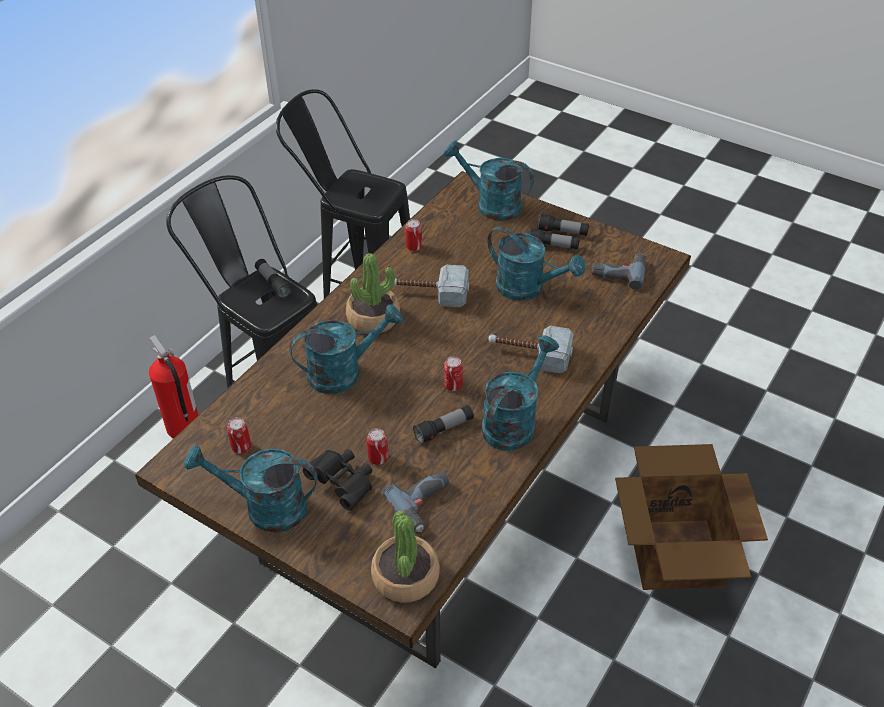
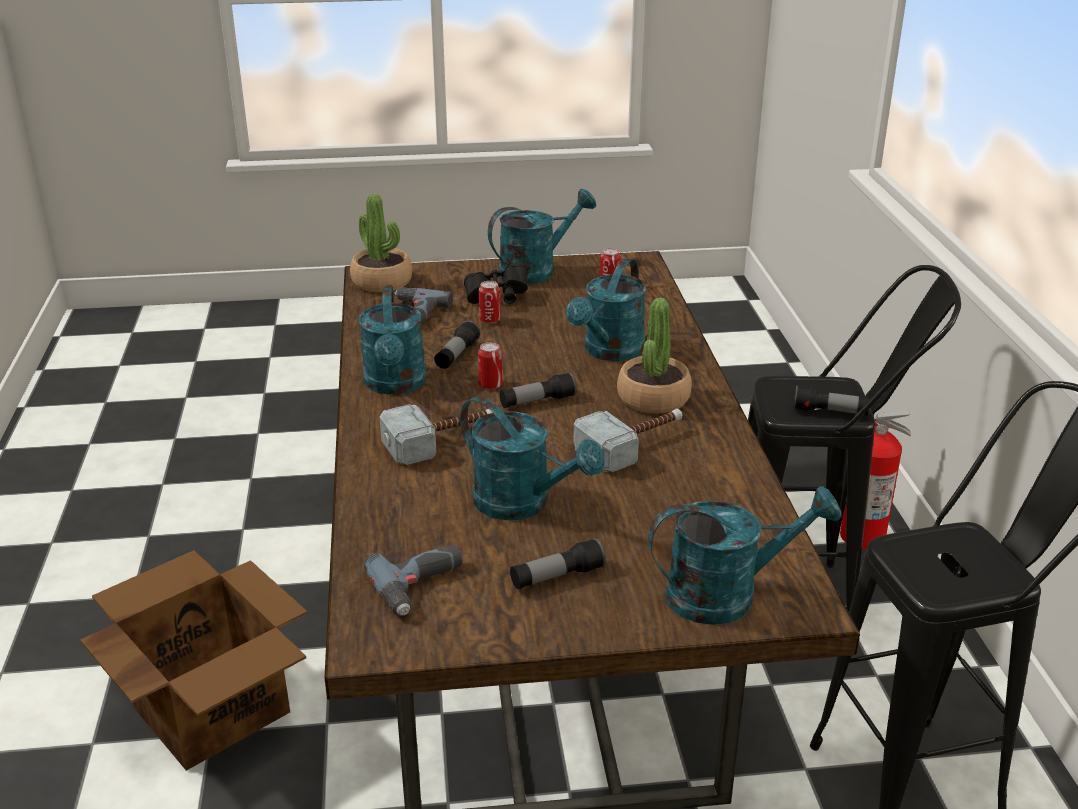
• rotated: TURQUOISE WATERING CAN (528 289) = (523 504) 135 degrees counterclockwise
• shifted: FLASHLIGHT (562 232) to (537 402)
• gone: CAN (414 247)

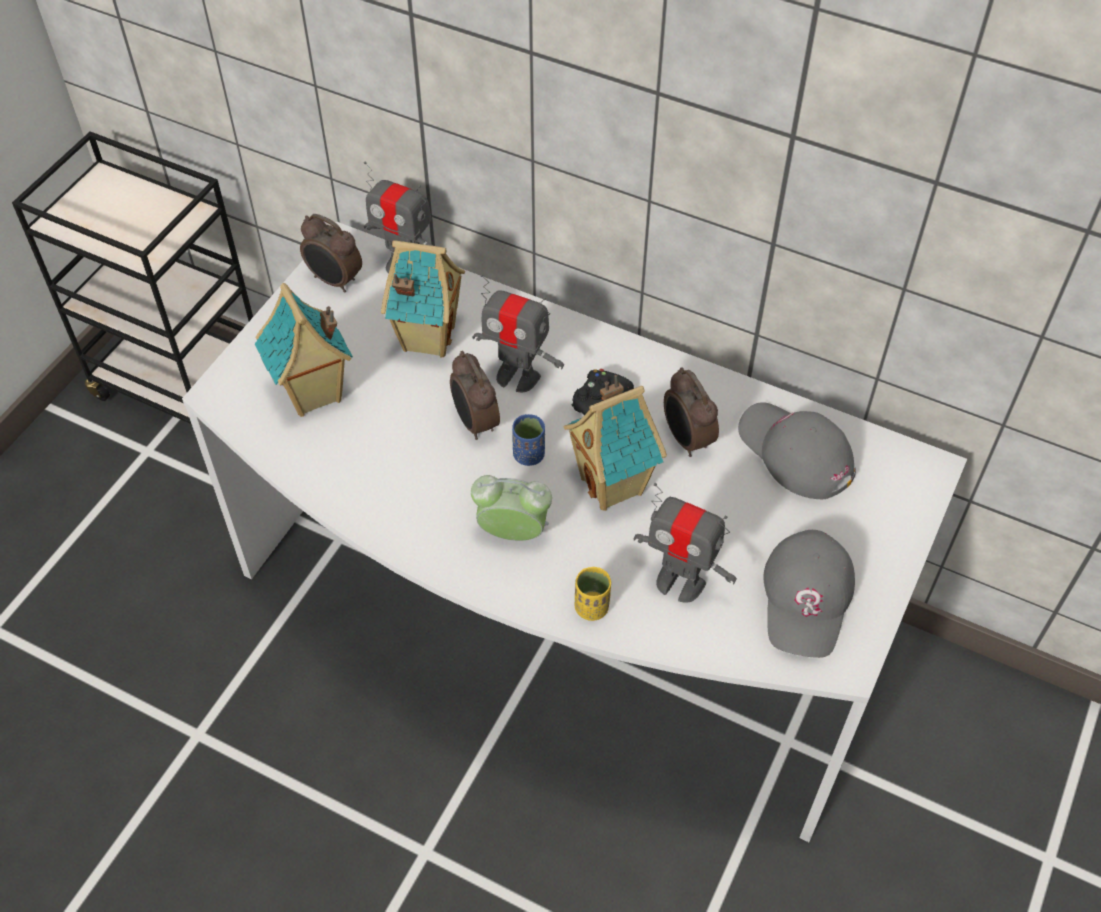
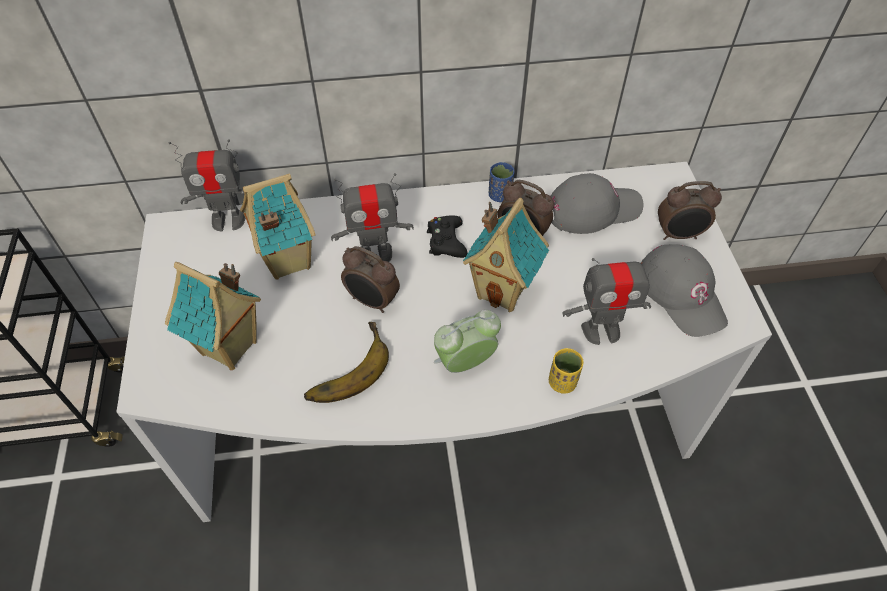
• new: BANANA (344 367)
• shifted: BLUE CUP (529 455) to (500 195)
• rotated: GREY CAP (794 453) = (592 209) 150 degrees clockwise
• shifted: ALARM CLOCK (334 281) to (679 235)

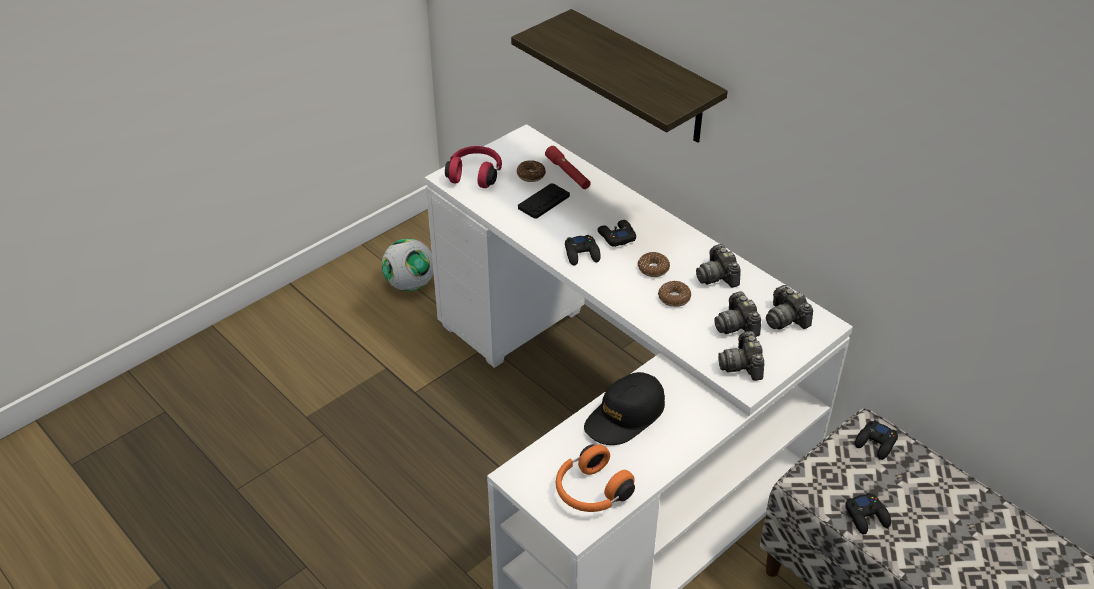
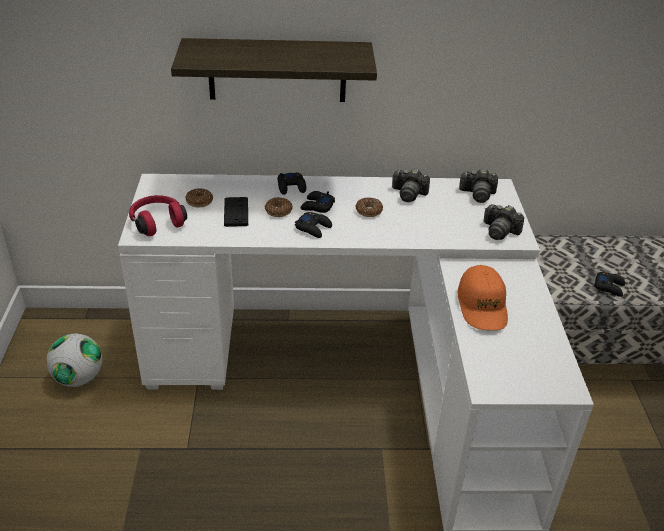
• shifted: DONUT (674 298) to (278 211)
• shifted: BLACK GAME CONTROLLER (875 443) to (291 187)
• repainted: BLACK CAP (625 416) to ORANGE CAP (482 306)
• gone: RED FLASHLIGHT (568 173)
• gone: ORANGE HEADPHONES (591 492)
• gone: PHOTO CAMERA (737 325)

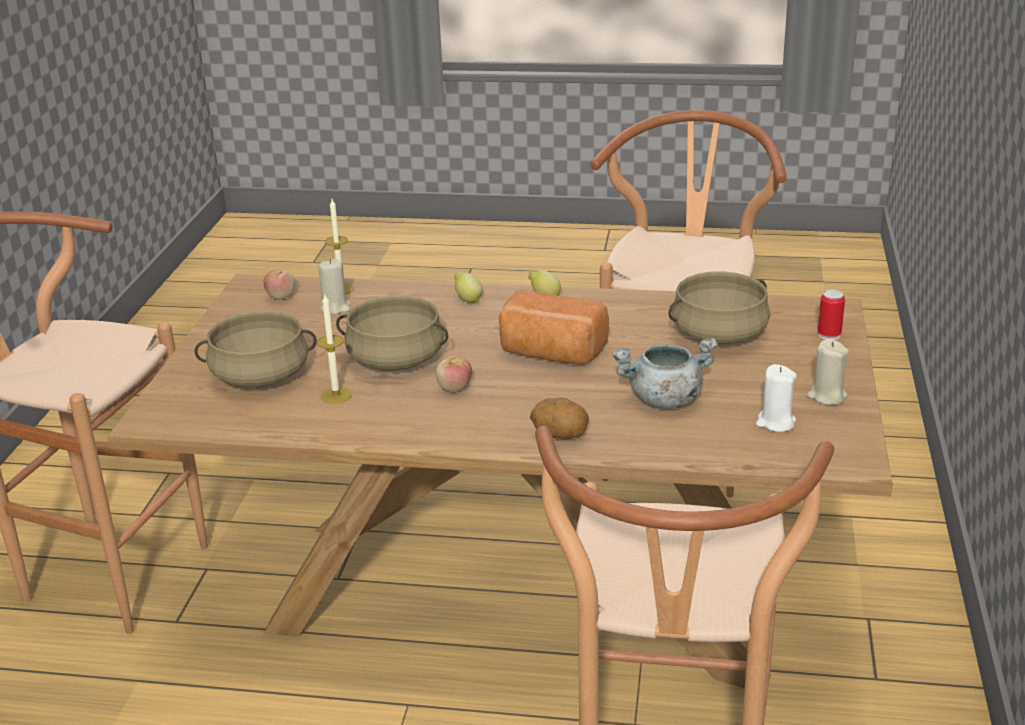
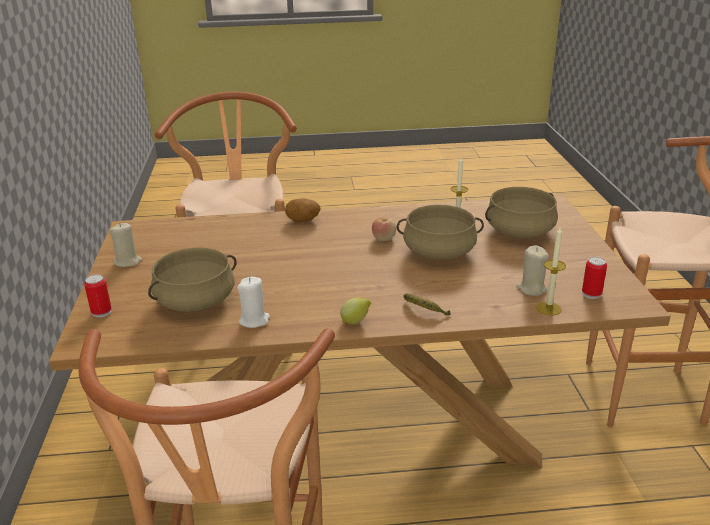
• shifted: WHITE CANDLE (775 423) to (254 320)
• swapped: LEMON (468 300) to BANANA (424 310)
• swapped: APPLE (281 296) to CAN (591 294)
• gone: BREAD (551 353)
• gone: GREY COOKING POT (665 400)

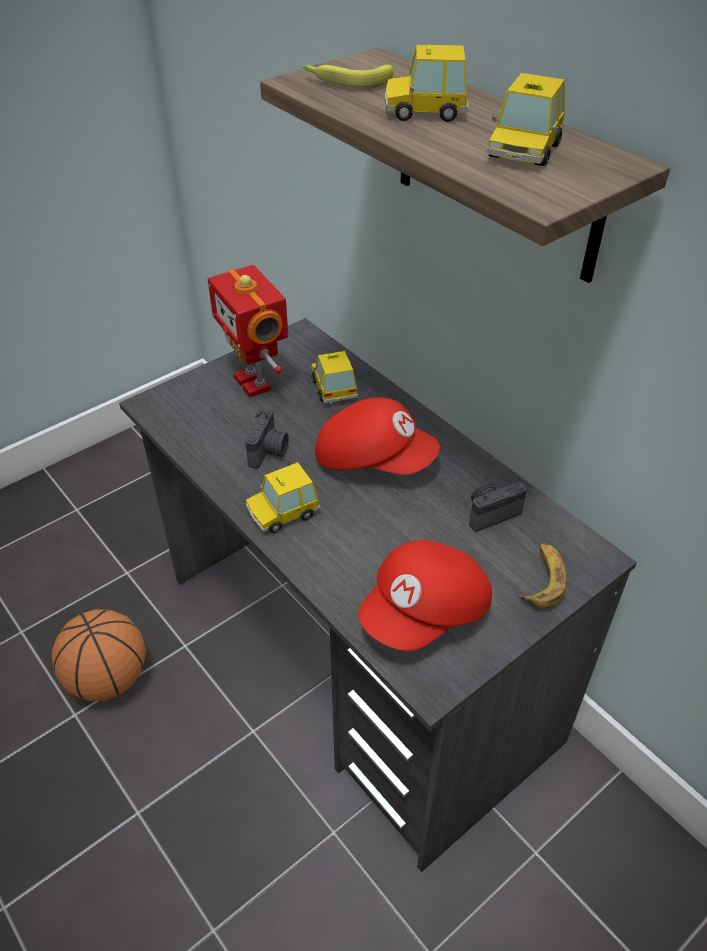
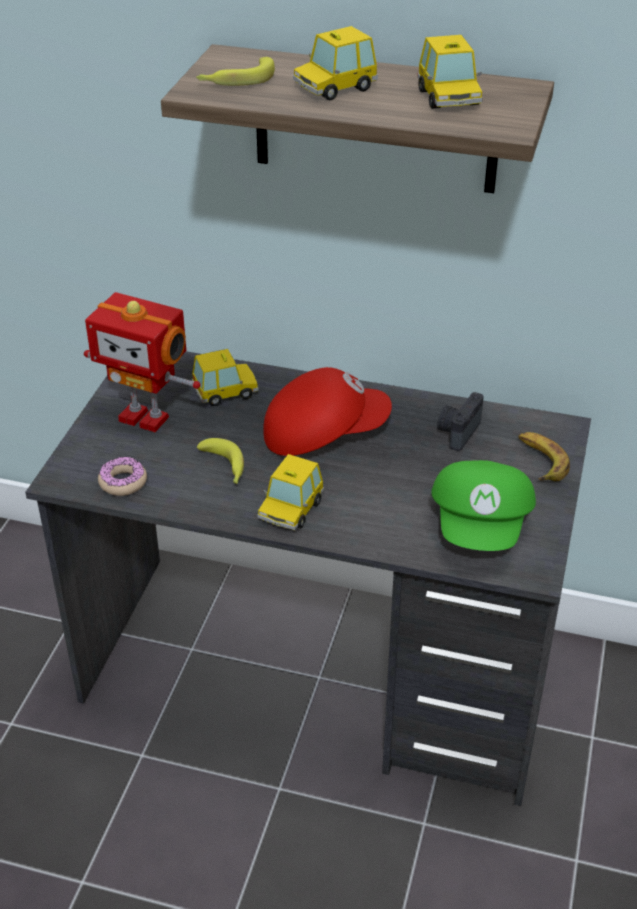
• new: DONUT (123 482)
• rotated: TOY CAR (333 388) = (225 391) 120 degrees clockwise
• swapped: PHOTO CAMERA (269 451) to BANANA (224 468)
• repainted: RED CAP (426 613) to GREEN CAP (482 525)
• gone: BASKETBALL (108 679)

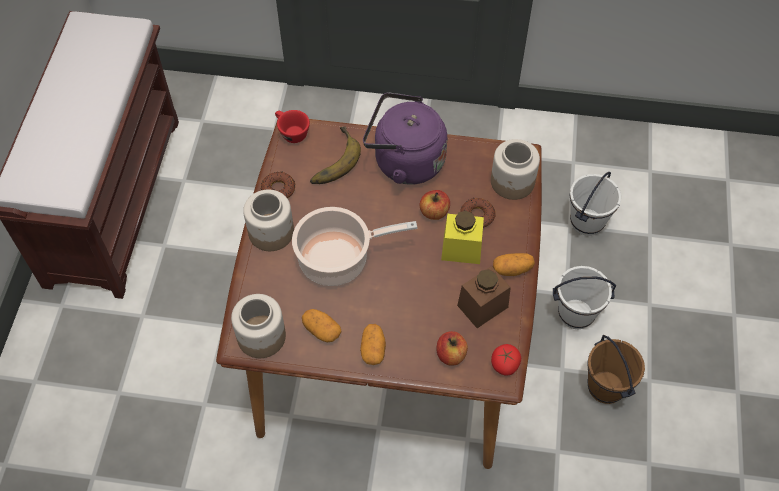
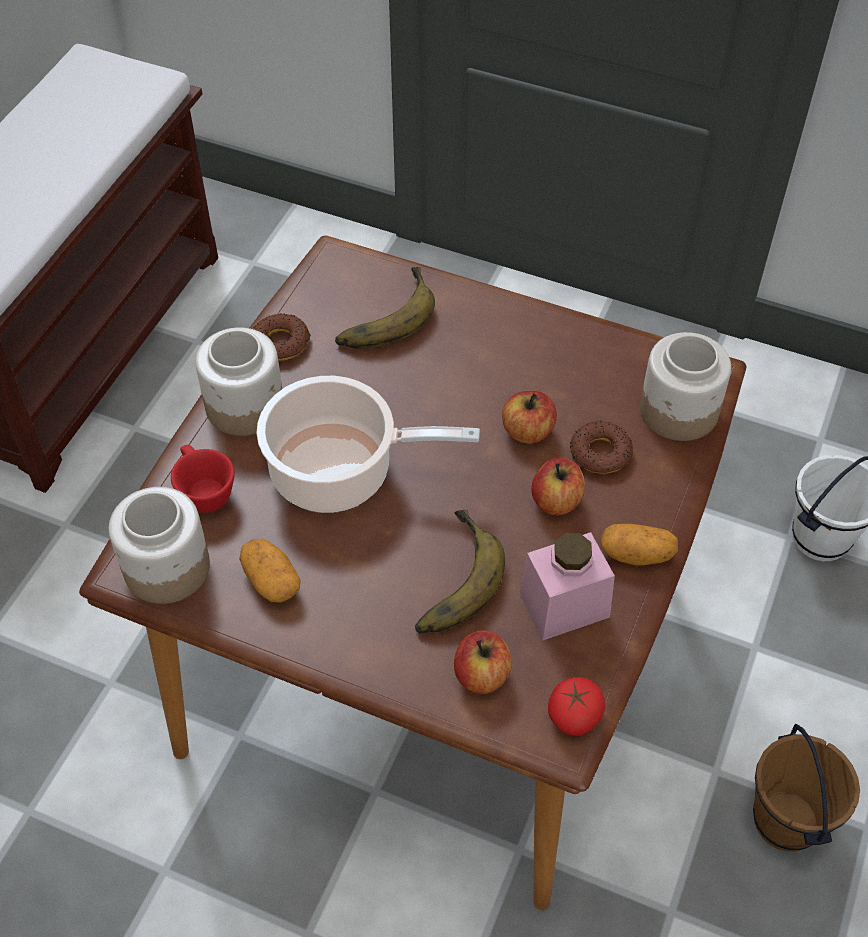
• shifted: RED CUP (291 132) to (203 490)
• new: BANANA (447 579)
• repainted: BROWN JAR (482 306) to PINK JAR (564 605)
• swapped: YELLOW JAR (461 249) to APPLE (556 501)
• gone: POTATO (373 349)
• gone: PURPLE KETTLE (404 161)
• gone: WHITE BUCKET (576 313)

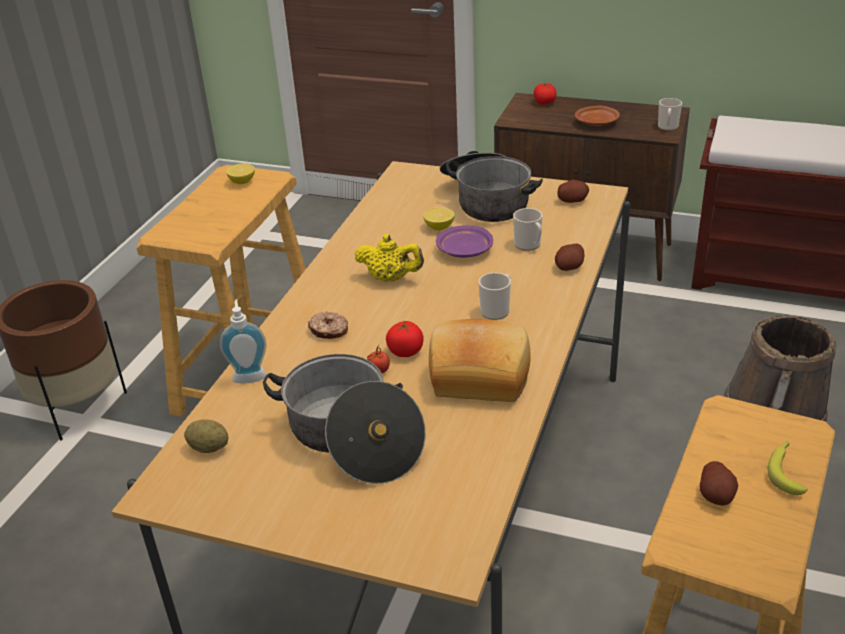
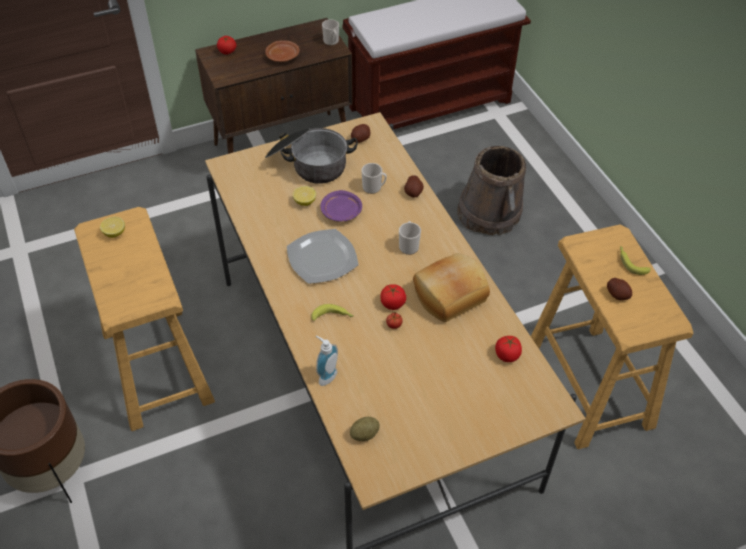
• swapped: YELLOW TEAPOT (390 278) to PLATE (322 257)
• swapped: DONUT (329 331) to BANANA (333 316)
• new: TOMATO (507 355)
• gone: COOKING POT (351 438)

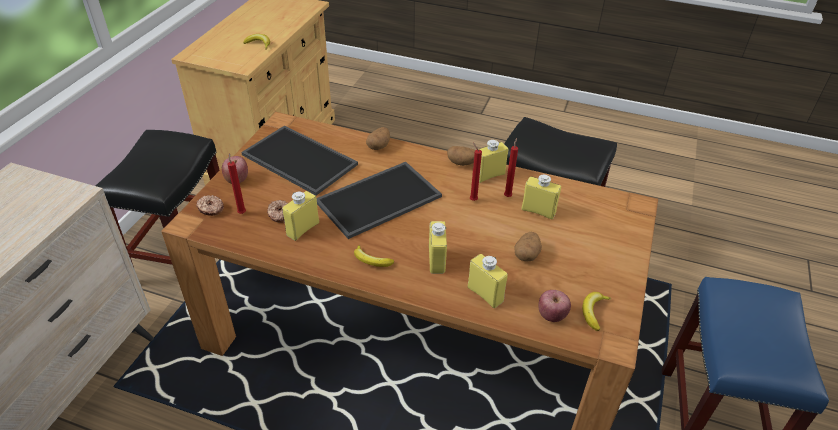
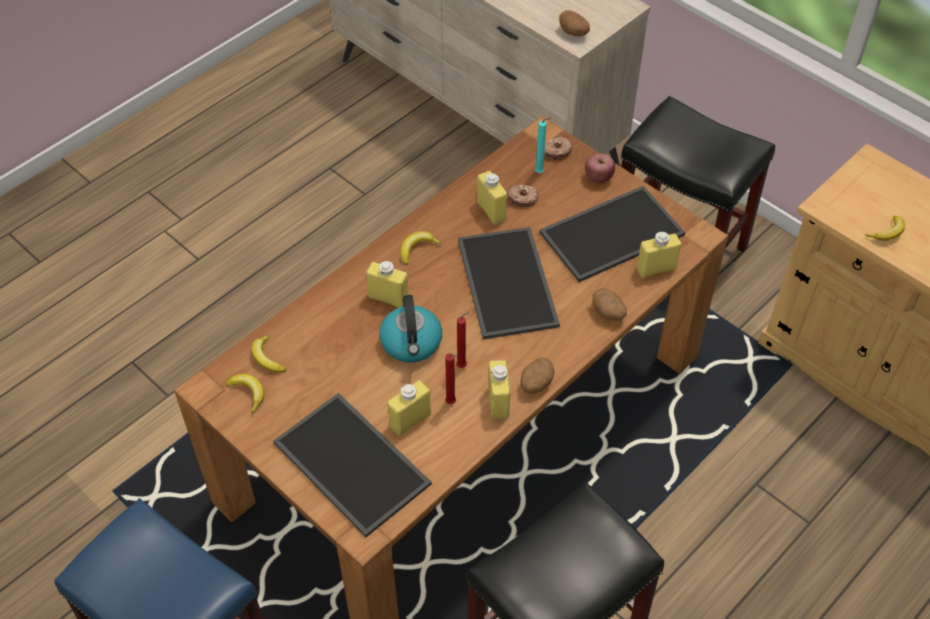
• swapped: APPLE (551 315) to BANANA (267 358)
• new: TRAY (354 463)
• new: KETTLE (411 343)
• repainted: RED CANDLE (242 212) to TURQUOISE CANDLE (540 172)
• shifted: POTATO (527 254) to (574 32)
• shifted: YELLOW BOTTLE (485 294) to (656 269)

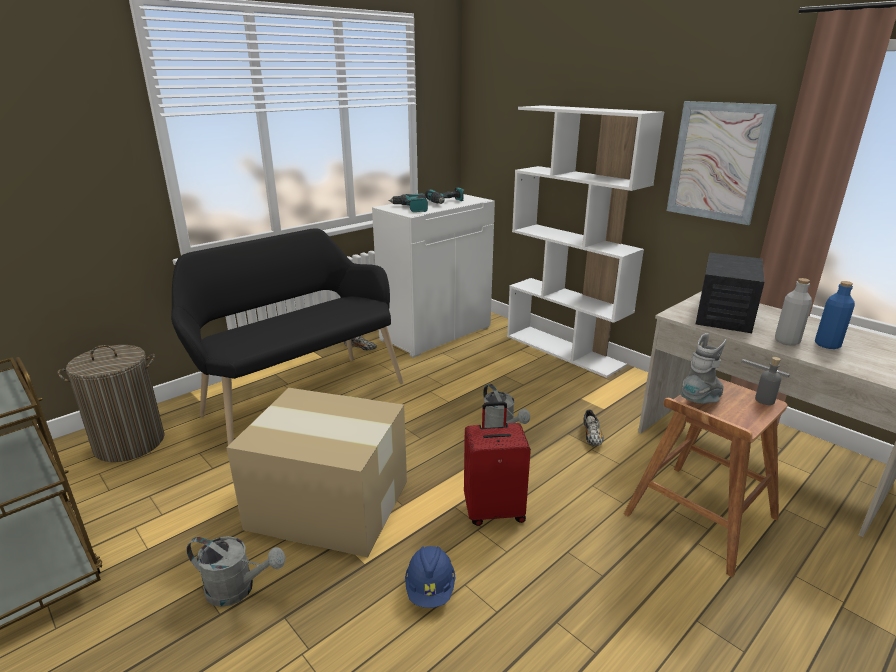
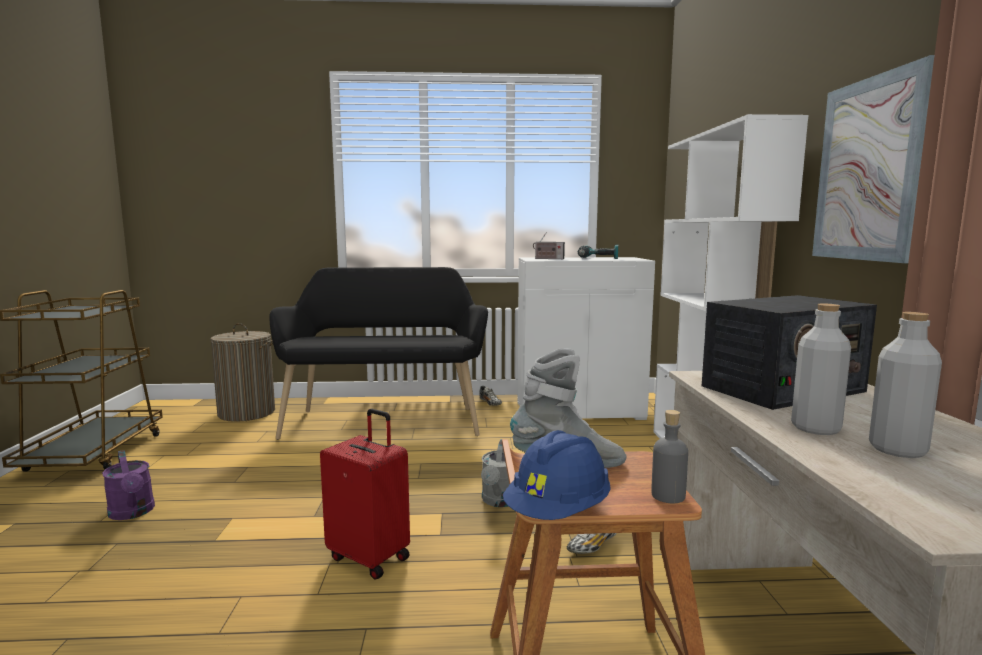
• repainted: GREY WATERING CAN (238 589) to PURPLE WATERING CAN (133 513)
• shifted: BLUE HARD HAT (430 588) to (558 512)
• swapped: POWER DRILL (411 208) to RADIO (548 259)
• repainted: BLUE BOTTLE (827 344) to GREY BOTTLE (897 450)
• gone: CARDBOARD BOX (328 503)

